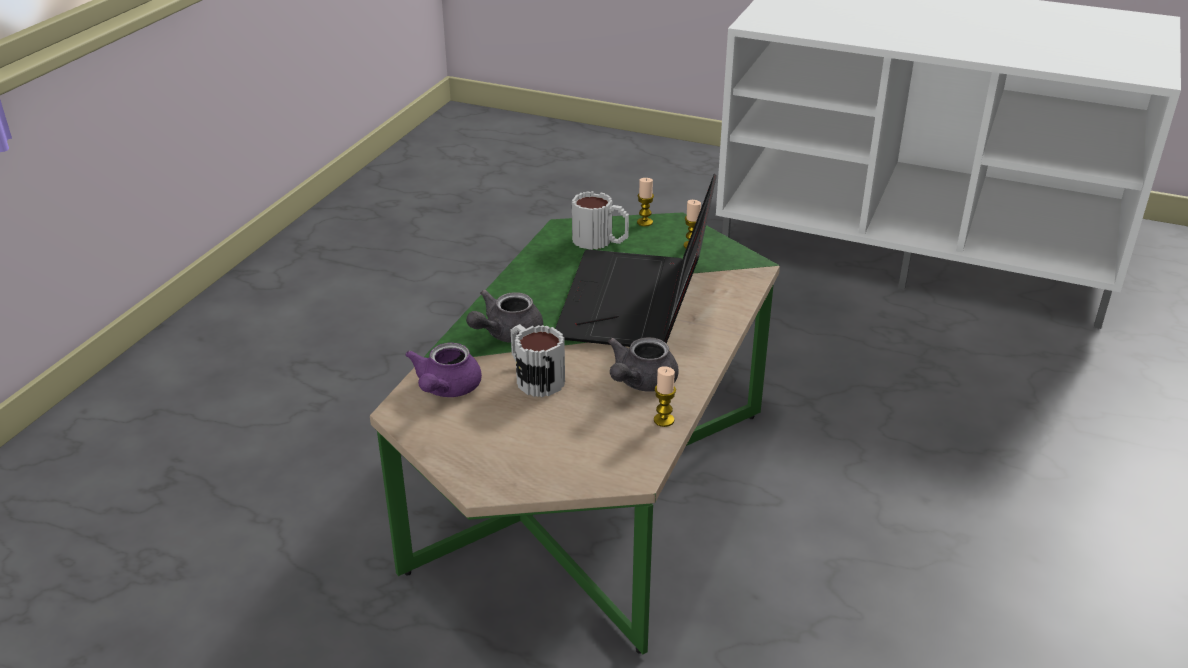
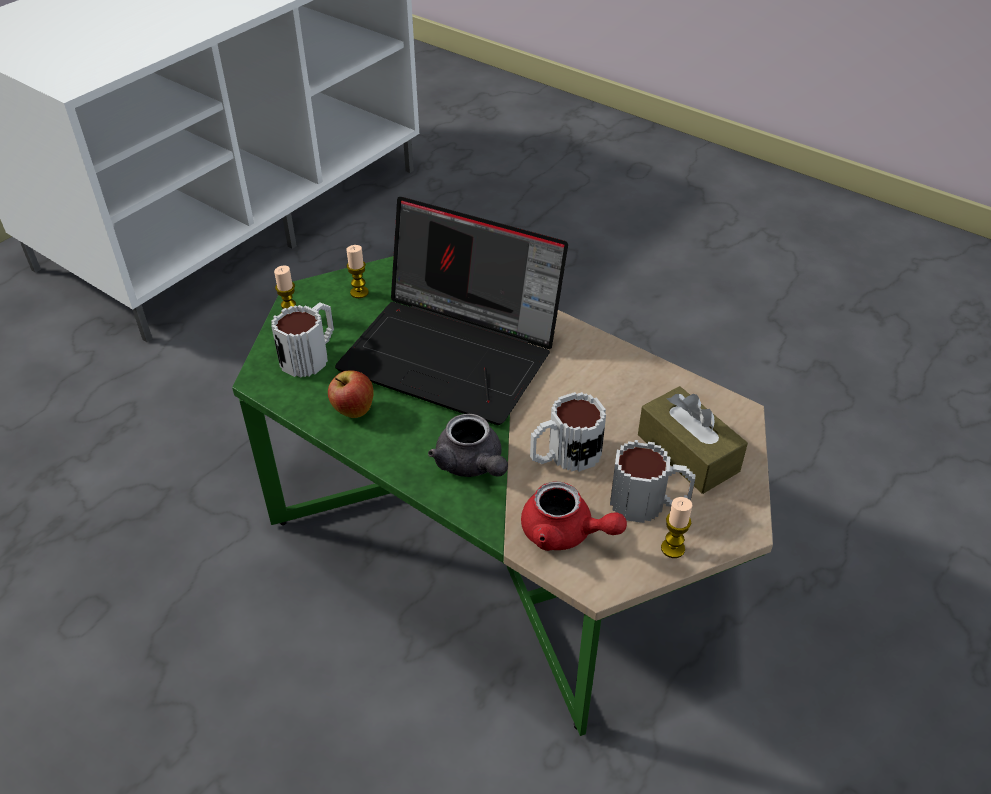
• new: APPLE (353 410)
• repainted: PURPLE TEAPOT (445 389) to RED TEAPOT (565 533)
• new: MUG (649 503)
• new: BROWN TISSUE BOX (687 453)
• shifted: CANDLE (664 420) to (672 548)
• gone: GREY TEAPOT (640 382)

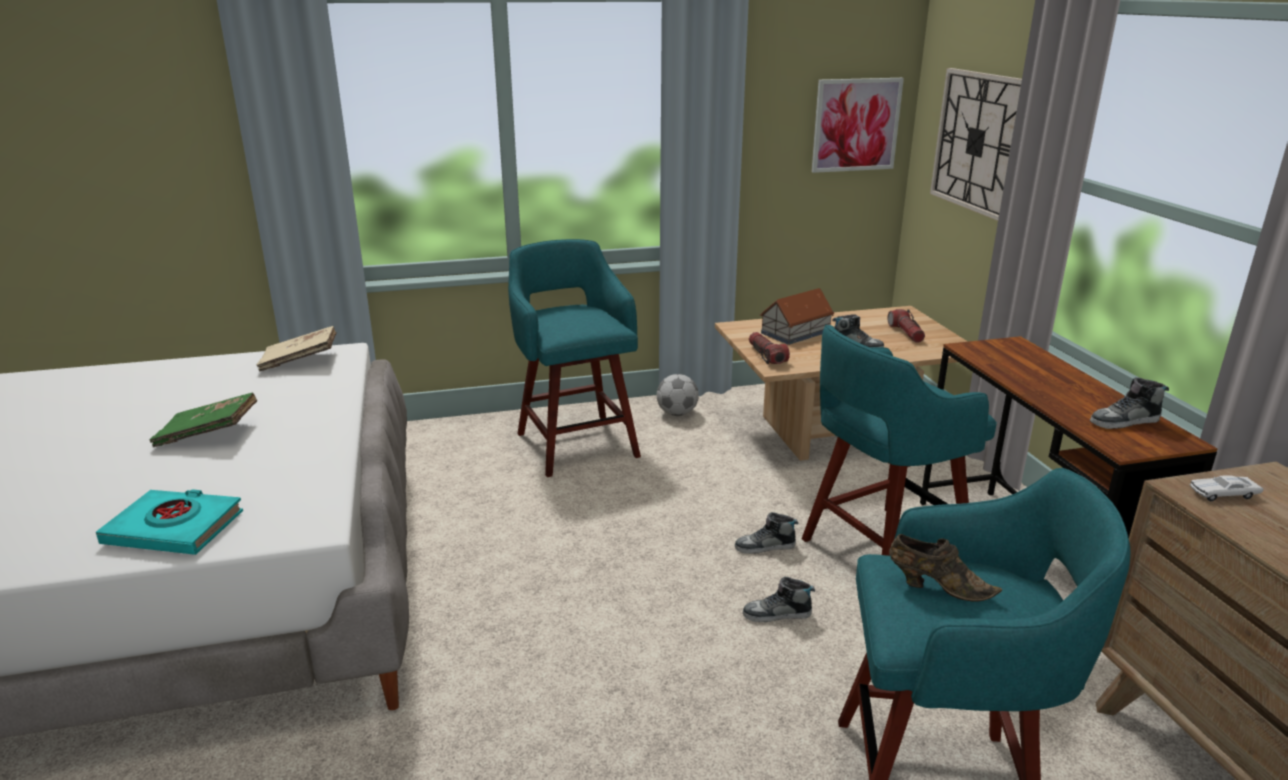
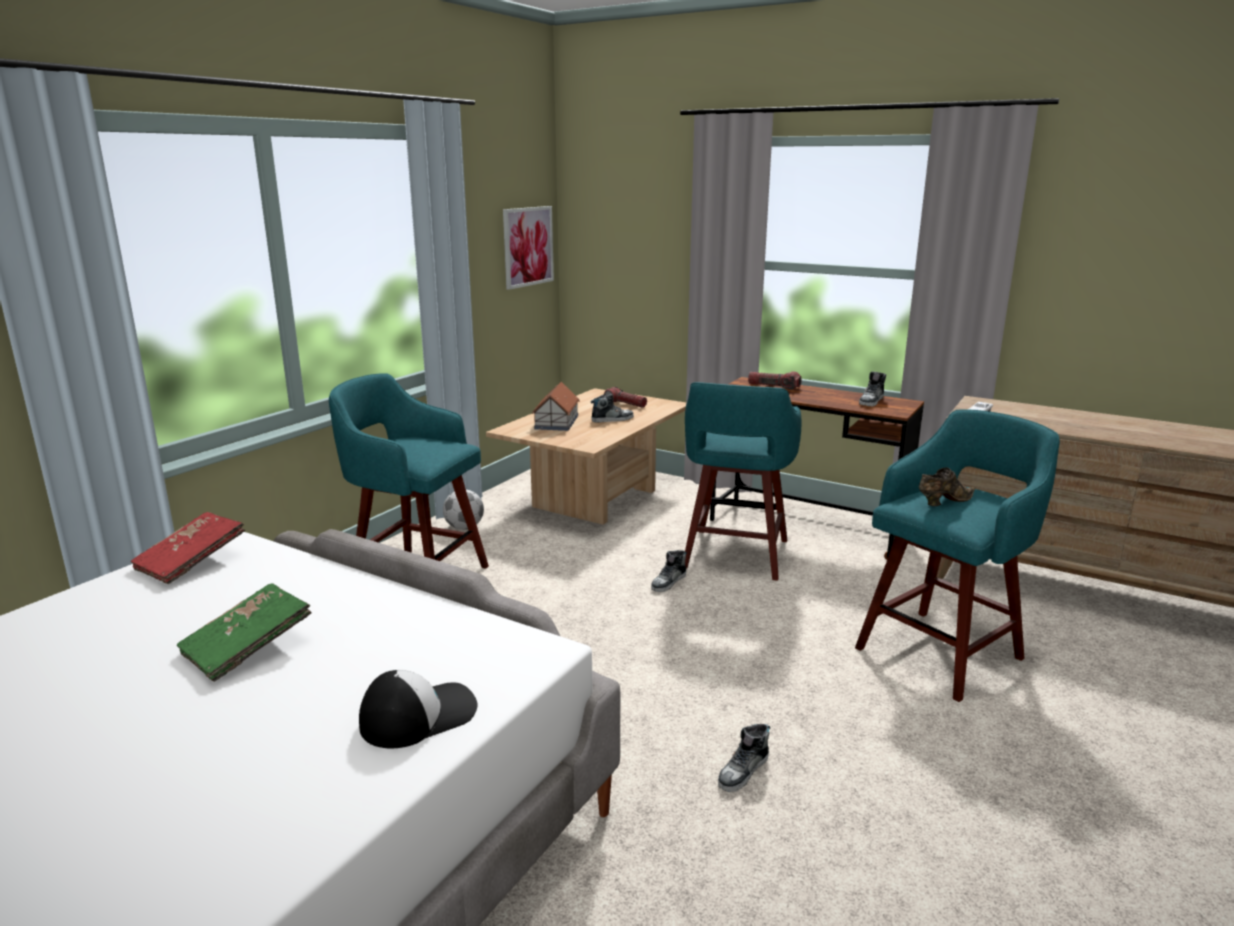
• repainted: BEIGE BOOK (300 361) to RED BOOK (191 562)
• swapped: TURQUOISE BOOK (174 529) to CAP (418 715)
• shifted: SHOE (777 614) to (743 772)
• shifted: FLASHLIGHT (766 356) to (774 387)
• gone: WALL CLOCK (977 142)

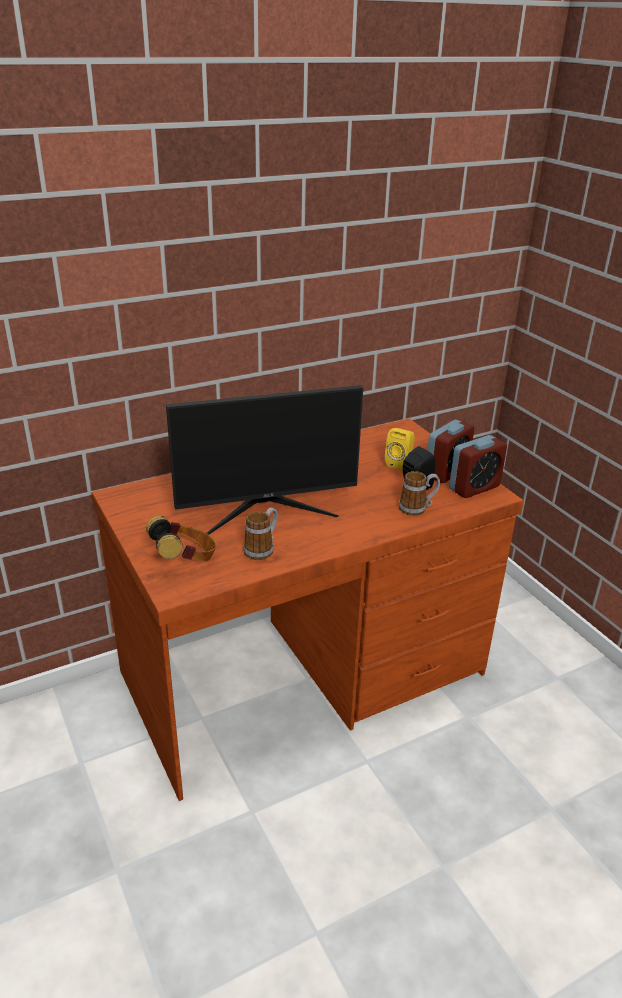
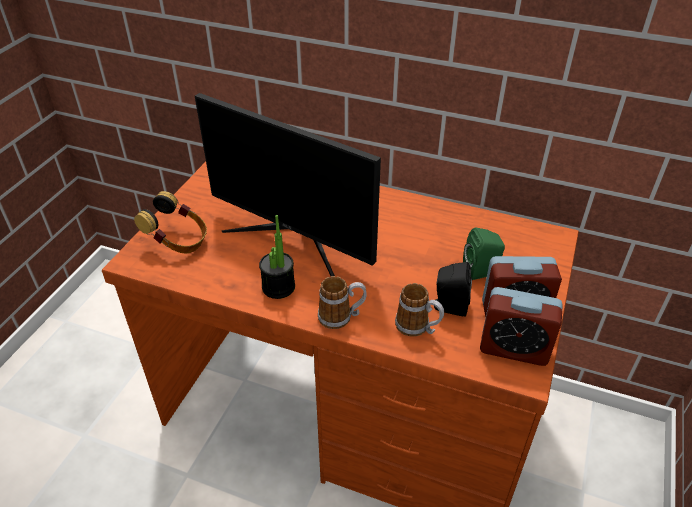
• new: POTTED PLANT (278 287)
• shifted: MUG (262 549) to (341 317)
• repainted: YELLOW SPEAKER (399 463) to GREEN SPEAKER (482 271)

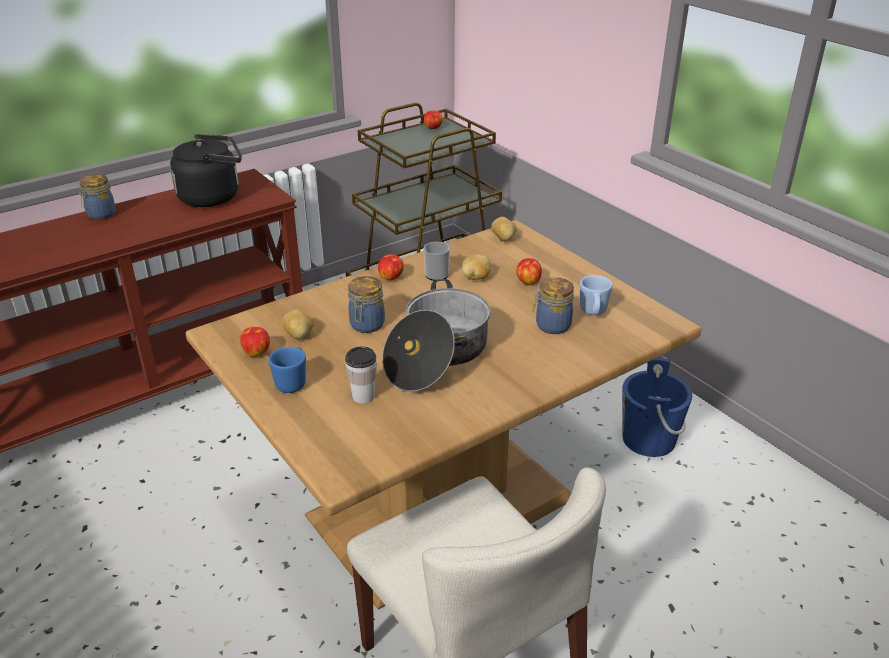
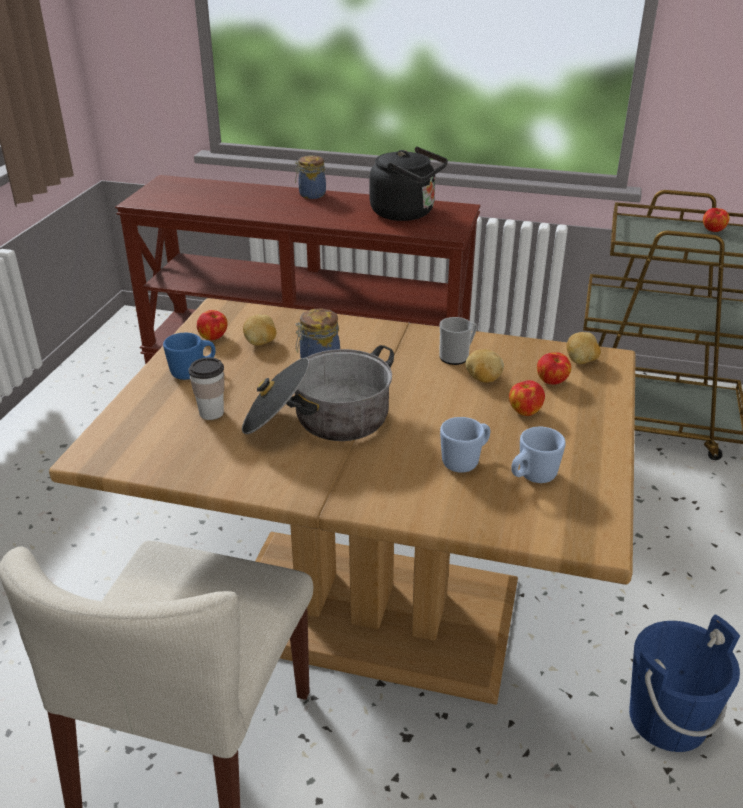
• swapped: JAR (551 326) to BLUE MUG (465 461)
• shifted: APPLE (391 278) to (552 382)

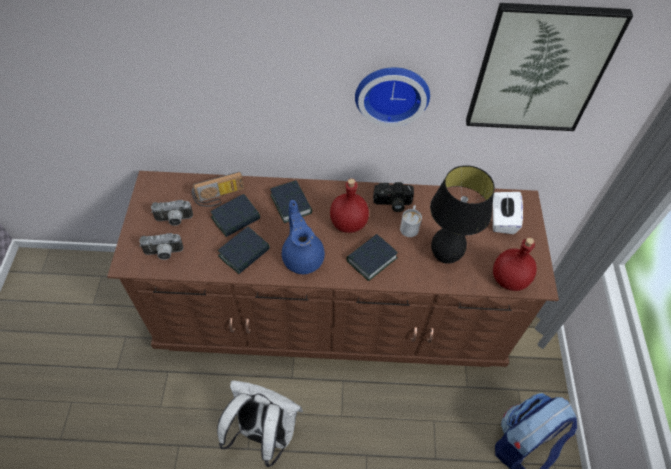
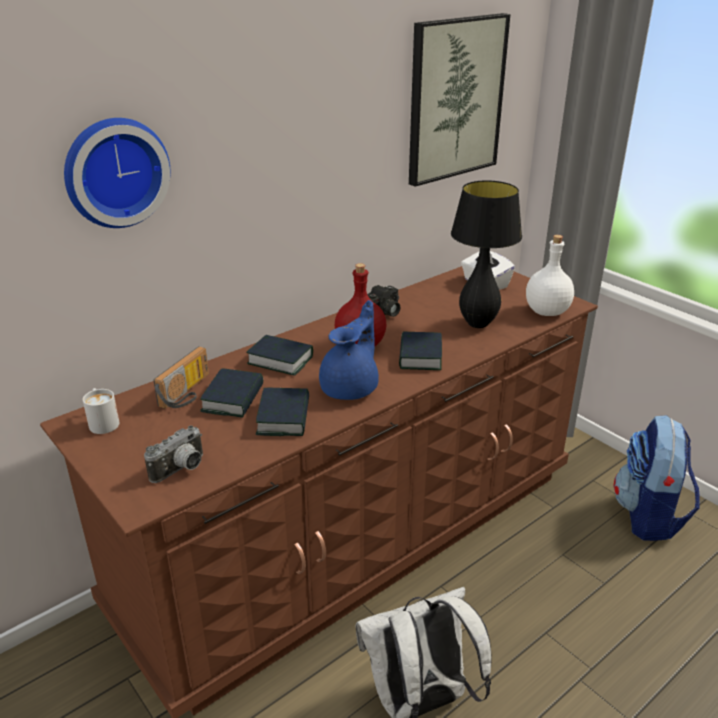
• shifted: WALL CLOCK (392 92) to (115 172)
• shifted: WHITE MUG (410 226) to (103 422)
• rotated: BLUE TEAPOT (303 256) = (351 388) 90 degrees clockwise
• repainted: RED BOTTLE (508 279) to WHITE BOTTLE (546 312)
• gone: PHOTO CAMERA (174 220)

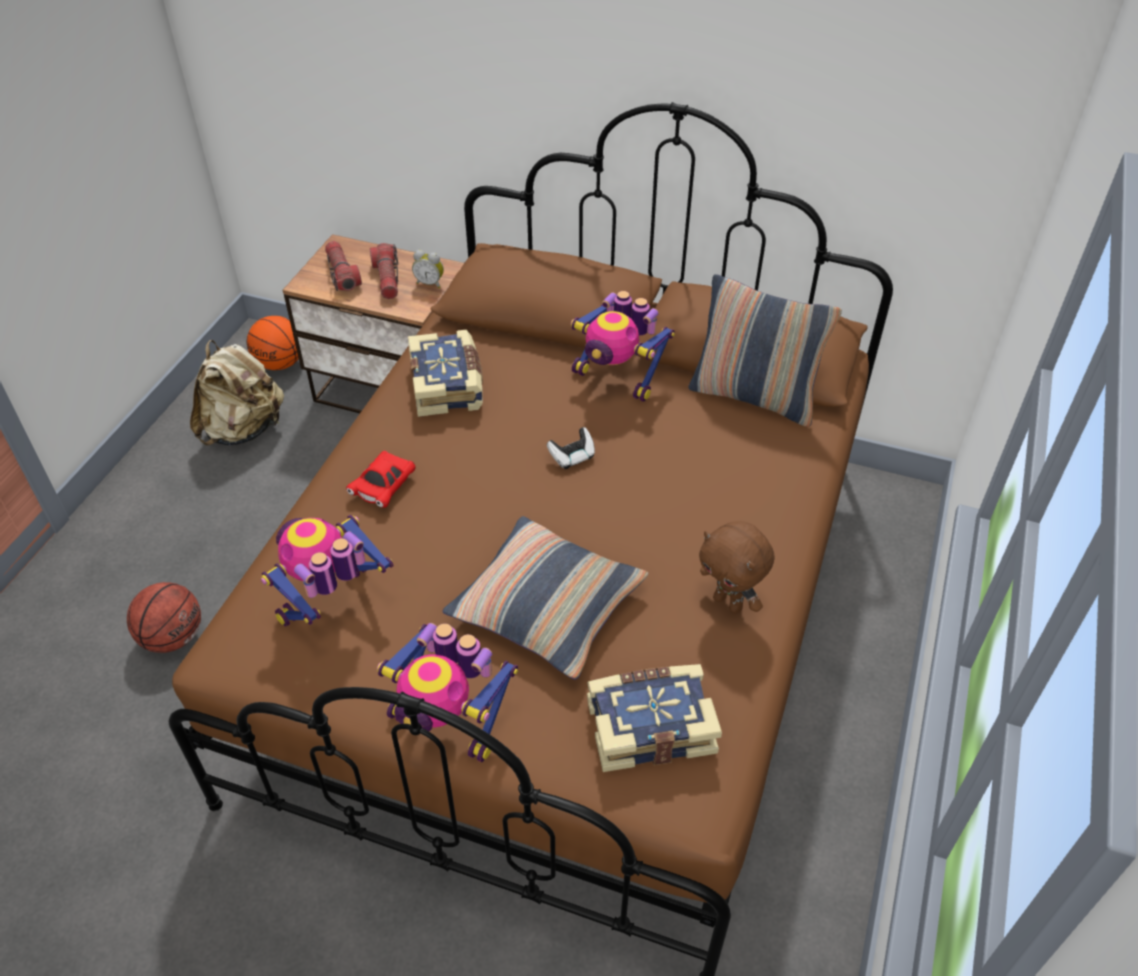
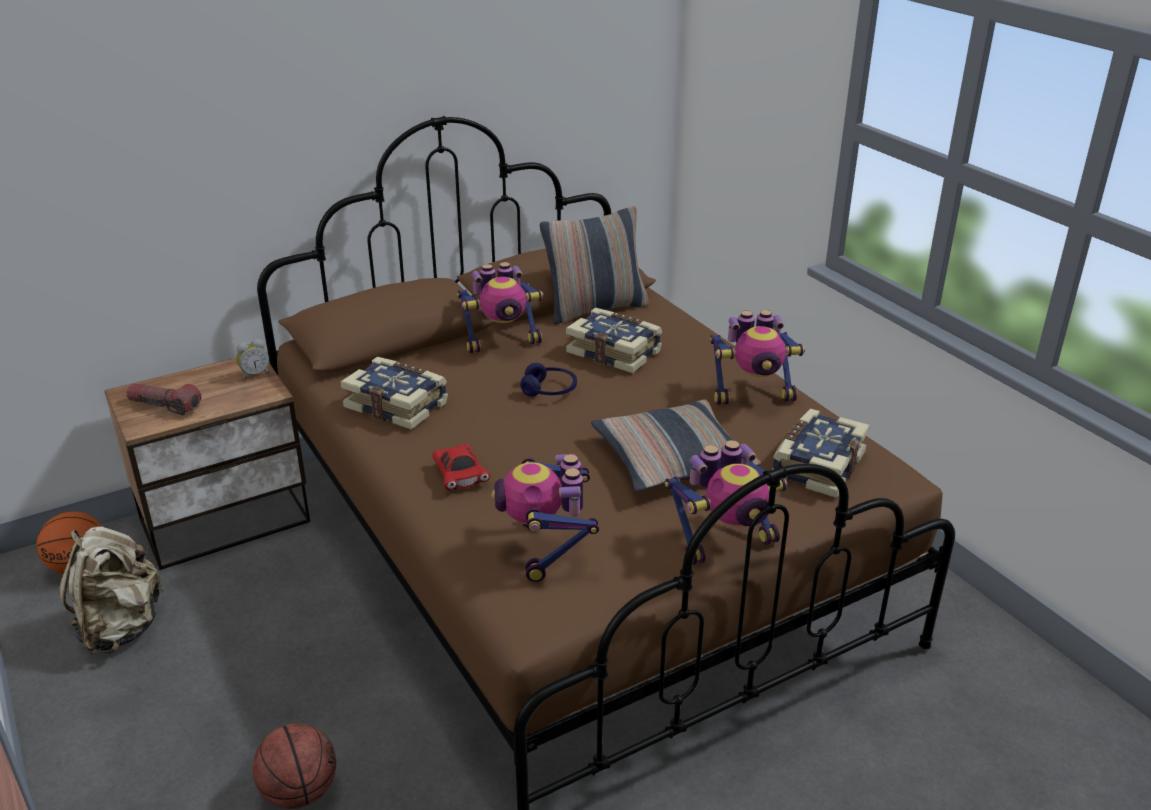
• swapped: GAME CONTROLLER (572 457) to BLUE HEADPHONES (549 390)
• new: BOOK (615 352)
• swapped: BROWN PLUSH TOY (729 603) to TOY ROBOT (753 395)
• gone: FLASHLIGHT (387 279)

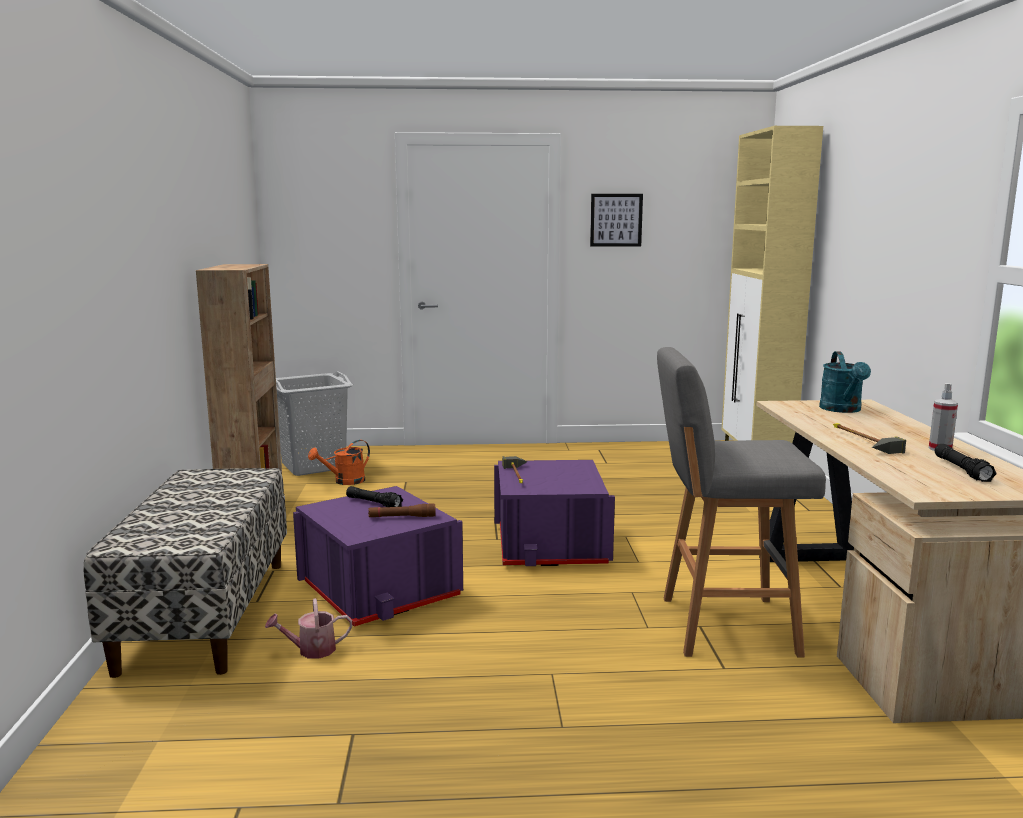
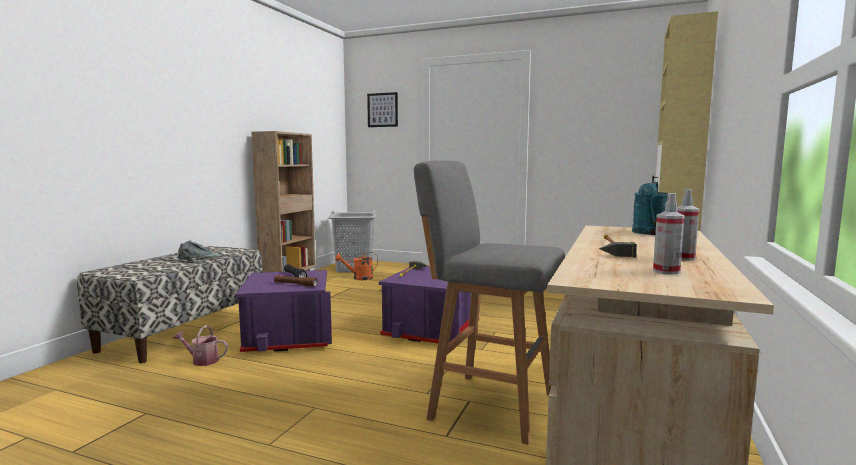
• new: GREY CAP (200 257)
• shifted: PICTURE (616 220) to (382 110)
• swapped: BLACK FLASHLIGHT (961 470) to SPRAY BOTTLE (666 271)

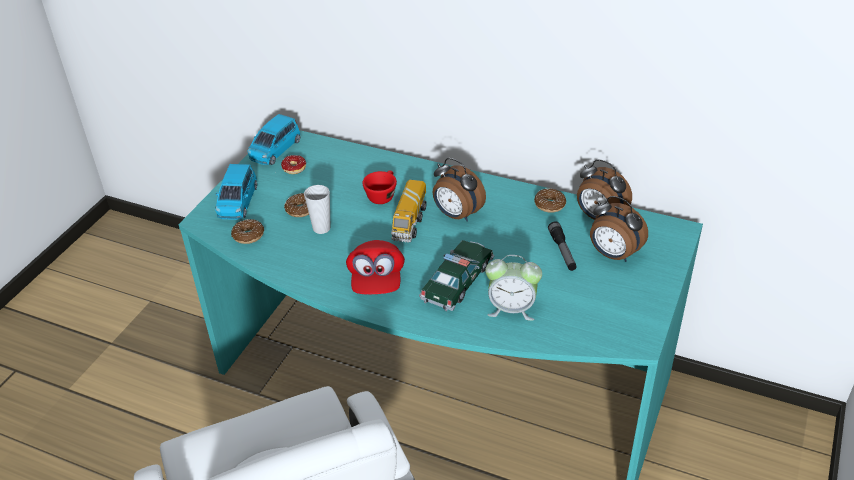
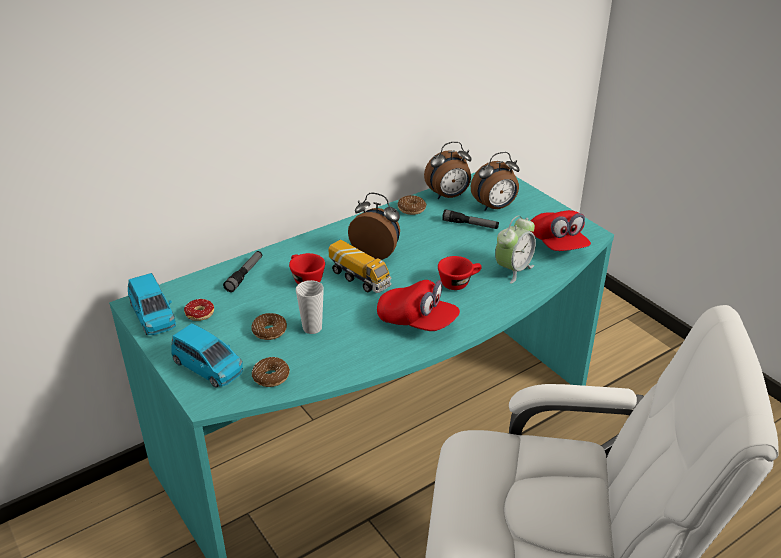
• new: FLASHLIGHT (245 275)
• rotated: ALARM CLOCK (456 215) = (376 253) 135 degrees counterclockwise
• swapped: TOY CAR (457 282) to RED CUP (459 282)
• new: RED CAP (557 245)

